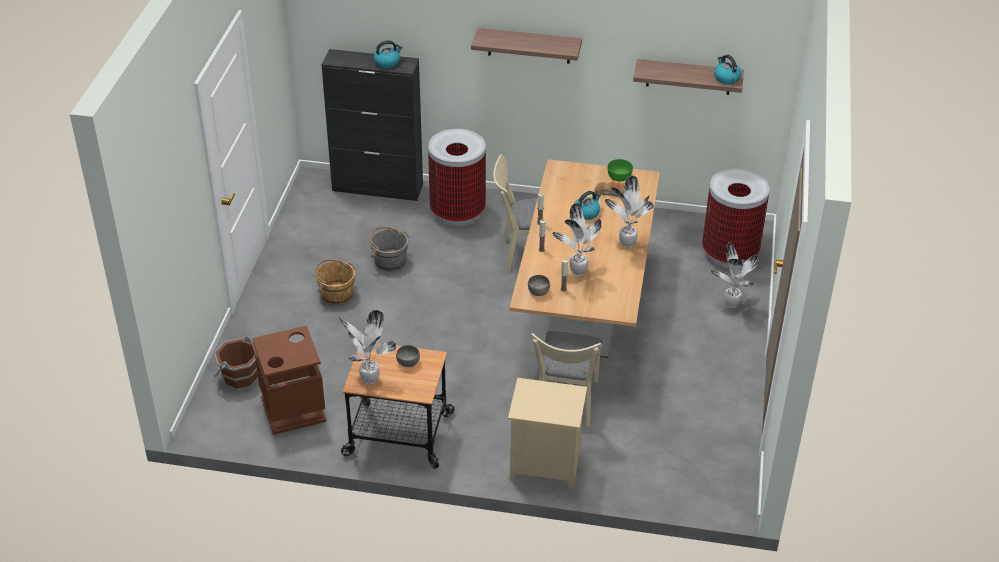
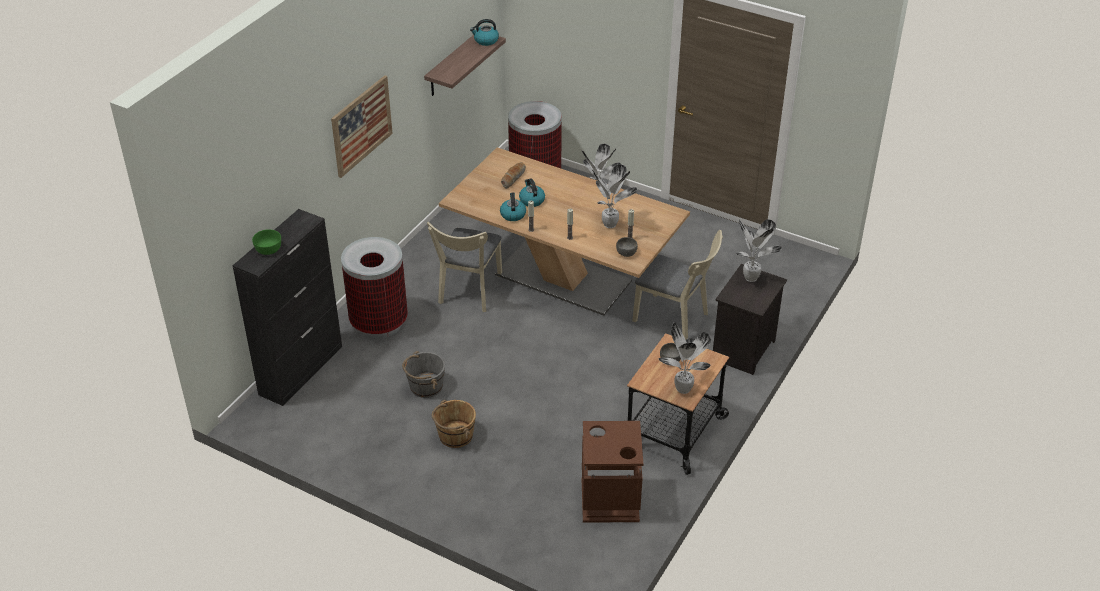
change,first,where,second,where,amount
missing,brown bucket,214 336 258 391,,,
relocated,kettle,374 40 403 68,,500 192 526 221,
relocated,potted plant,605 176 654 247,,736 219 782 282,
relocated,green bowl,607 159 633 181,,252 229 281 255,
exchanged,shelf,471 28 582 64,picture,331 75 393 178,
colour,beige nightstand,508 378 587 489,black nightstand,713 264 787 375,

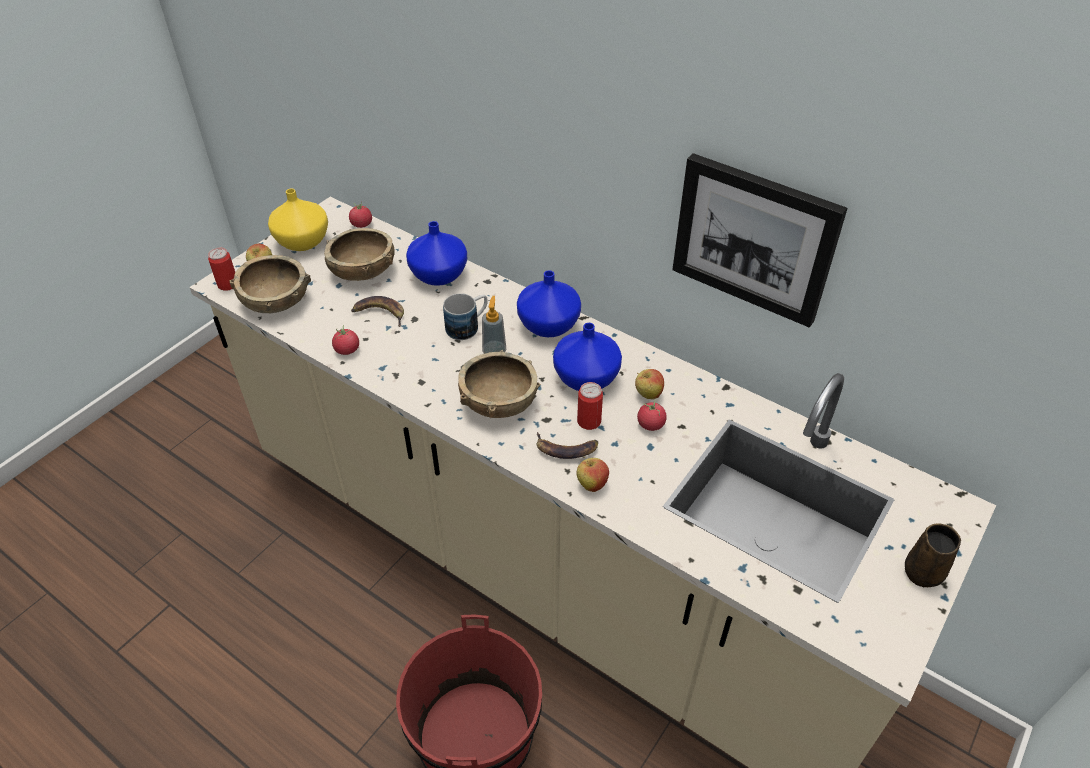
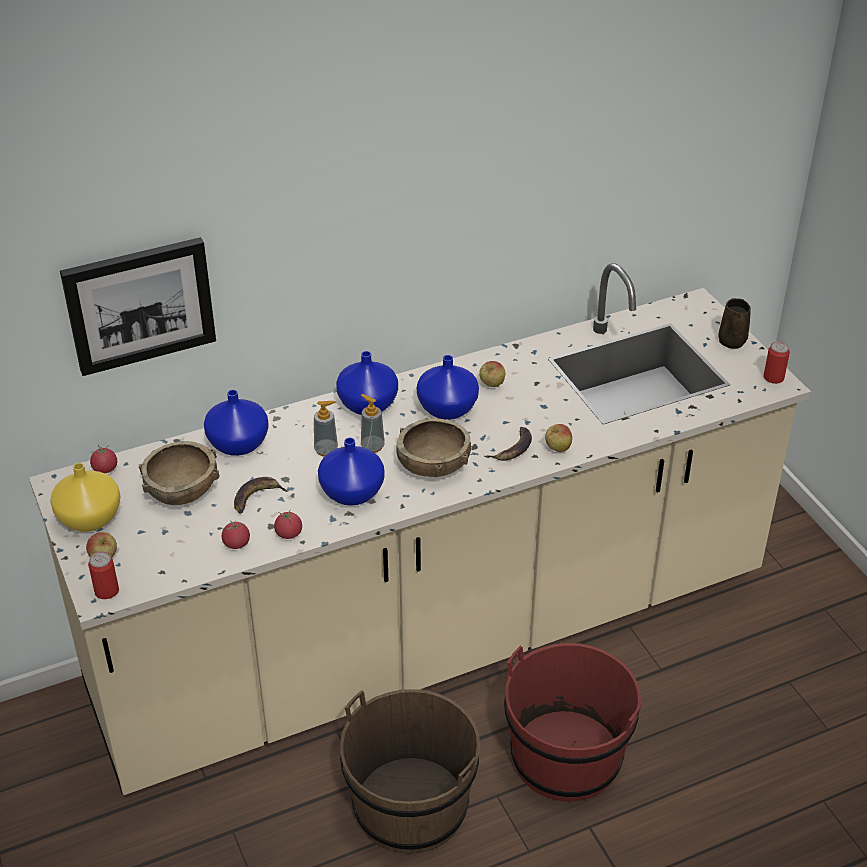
change,first,where,second,where,amount
missing,brown bowl,229 255 311 313,,,
appeared,,,blue vase,318 438 385 506,
appeared,,,brown bucket,340 689 480 854,
relocated,can,577 382 603 430,,764 341 790 384,
relocated,tomato,637 401 667 431,,222 520 250 549,
relocated,picture,672 153 848 328,,60 237 216 376,
exchanged,mug,443 293 488 340,soap dispenser,314 401 338 456,

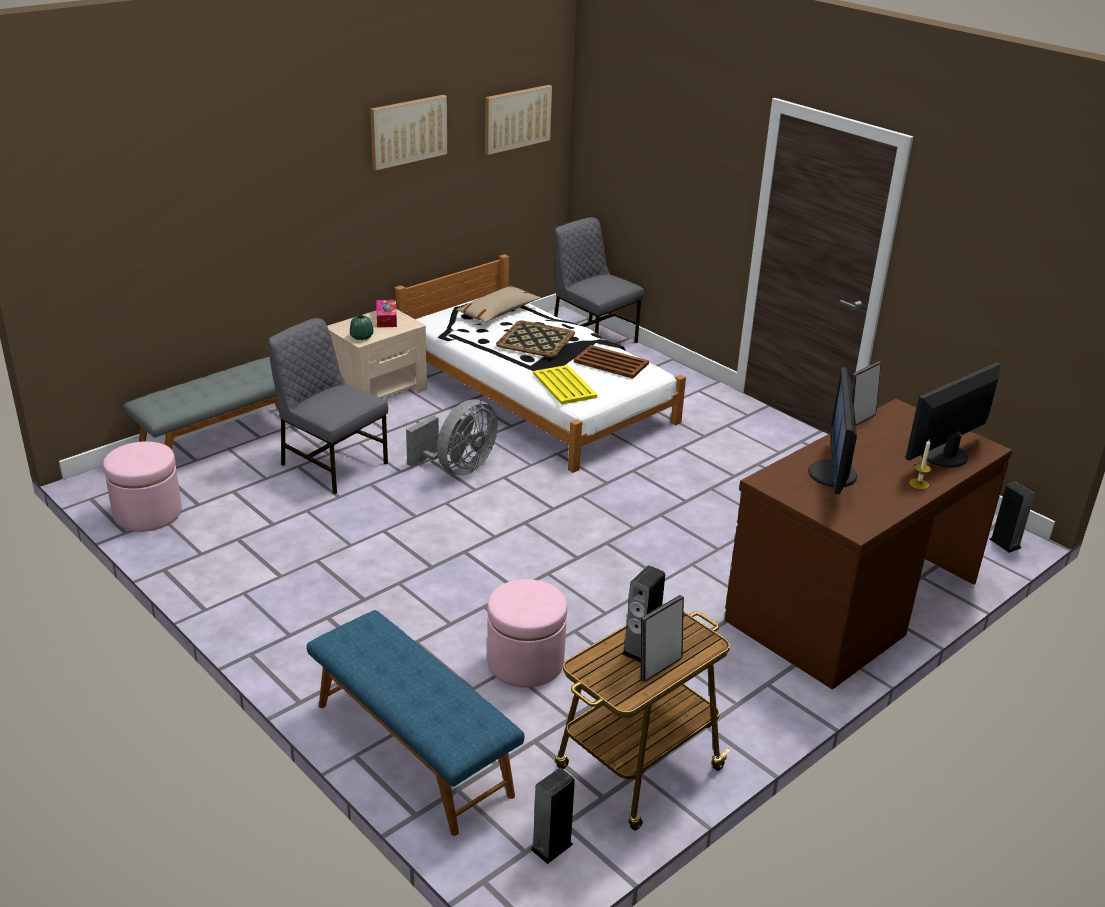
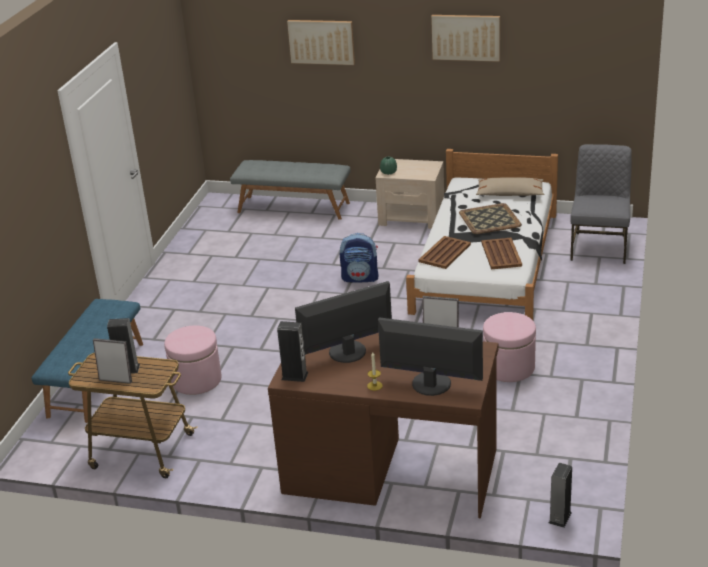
change,first,where,second,where,amount
missing,grey chair,268 318 388 494,,,
missing,tissue box,376 300 397 327,,,
relocated,pink ottoman,103 441 182 532,,483 312 536 382,
relocated,picture,485 85 552 155,,287 20 355 65,
relocated,speaker,530 768 575 864,,277 321 309 382,
exchanged,grey fan,406 399 498 475,backpack,340 233 378 282,
colour,yellow tray,533 365 597 405,brown tray,418 236 471 269,

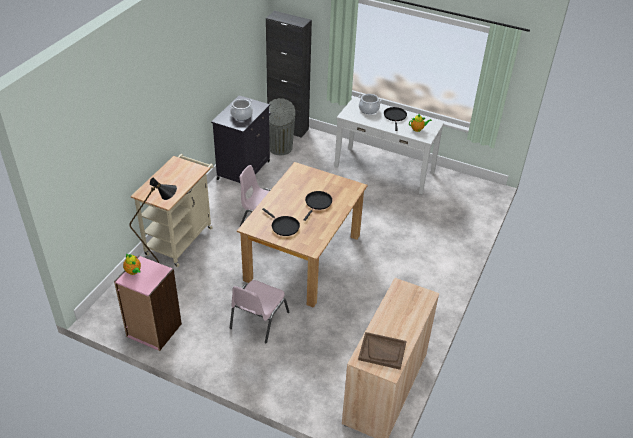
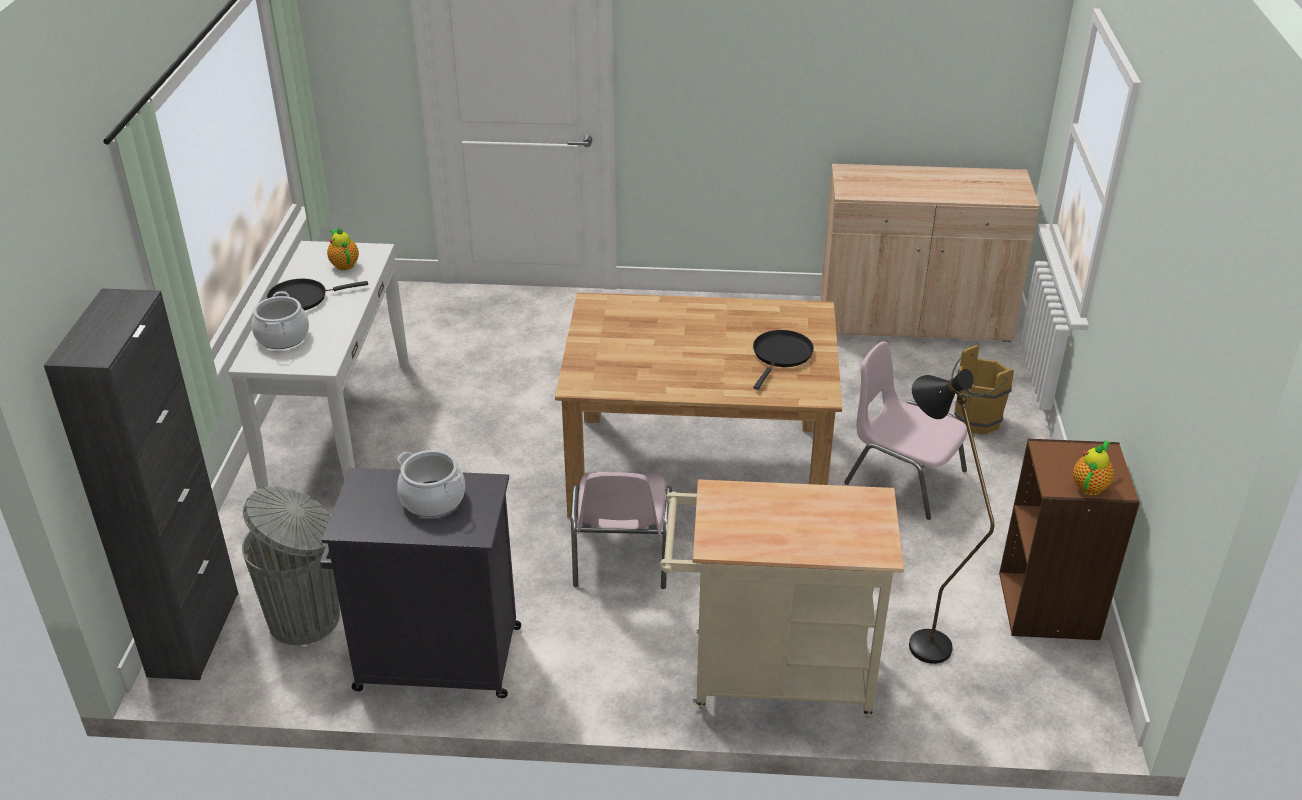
change,first,where,second,where,amount
missing,black frying pan,304 191 332 221,,,
missing,brown tray,358 332 406 370,,,
appeared,,,brown bucket,951 345 1014 435,
colour,pink bookcase,114 256 182 351,brown bookcase,999 439 1140 640,
spun,pink chair,230 280 289 343,,844 341 967 520,150 degrees counterclockwise

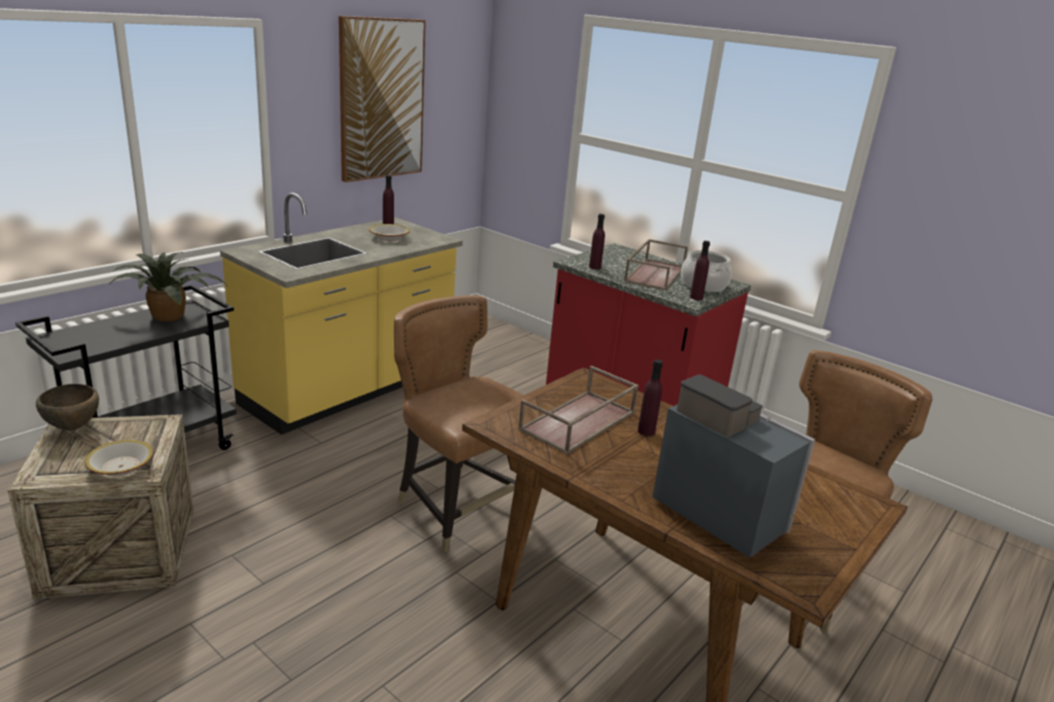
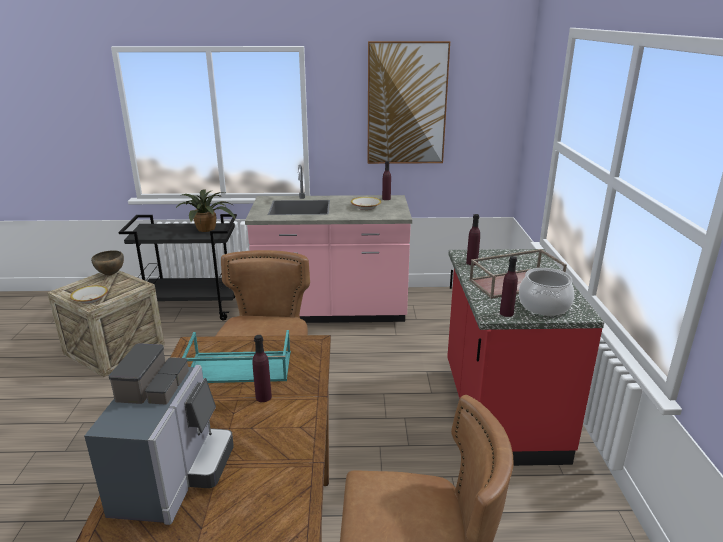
change,first,where,second,where,amount
colour,yellow counter,220 193 463 435,pink counter,245 165 412 323,
colour,brown tray,518 366 639 455,turquoise tray,182 330 291 383,

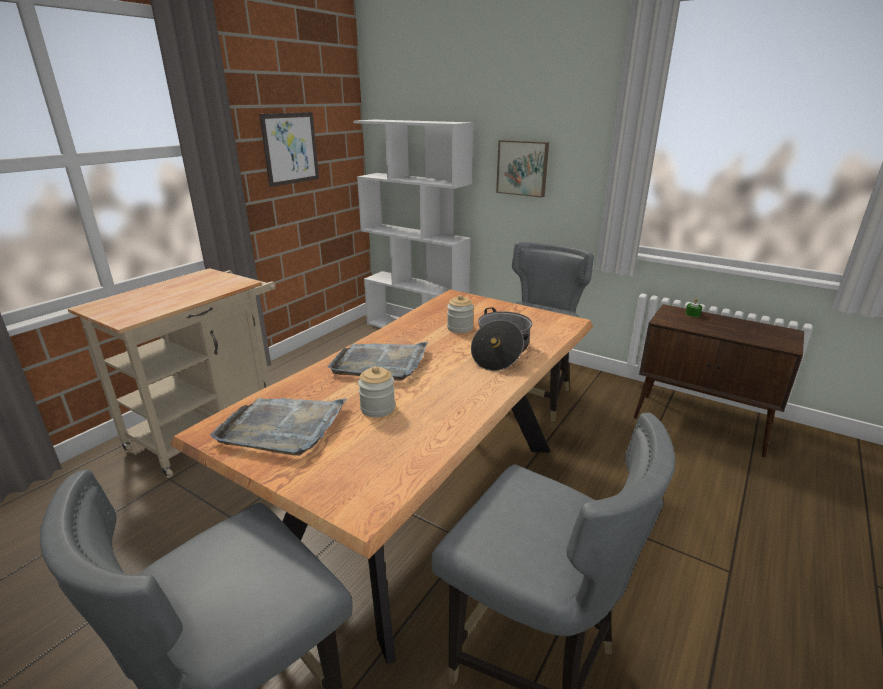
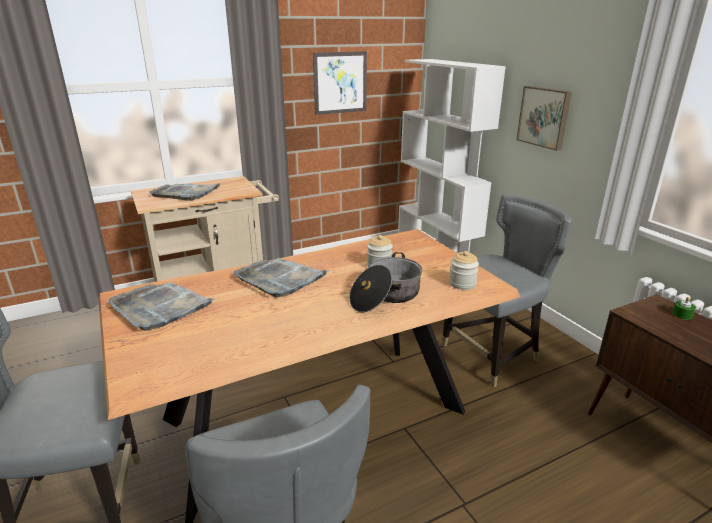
change,first,where,second,where,amount
appeared,,,grey tray,149 183 221 201,
relocated,jar,358 366 395 418,,449 251 479 290,

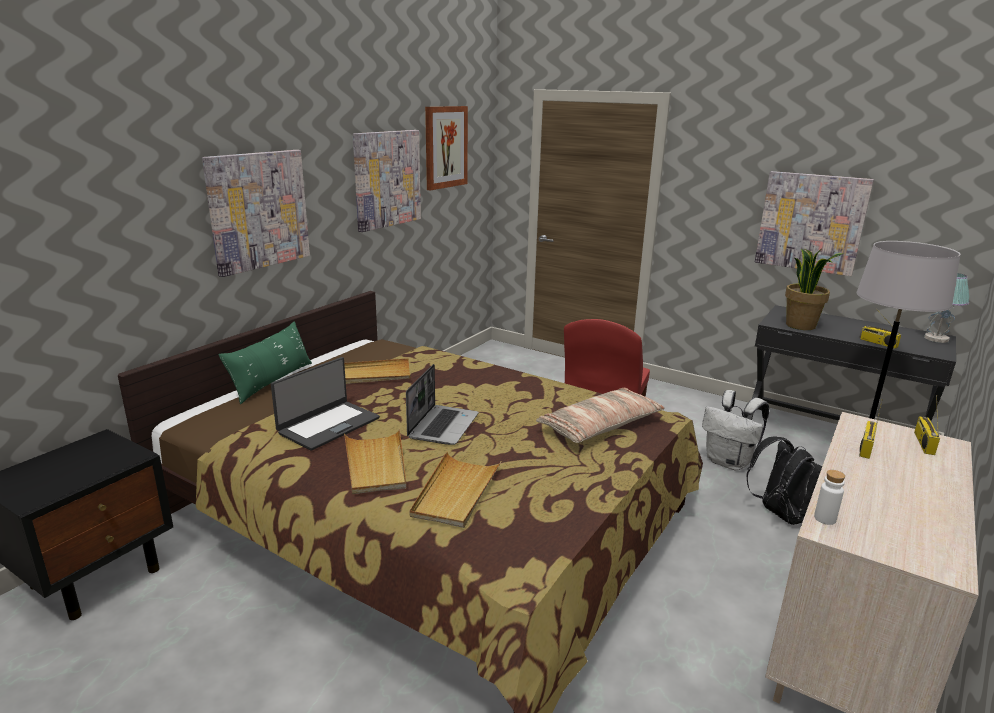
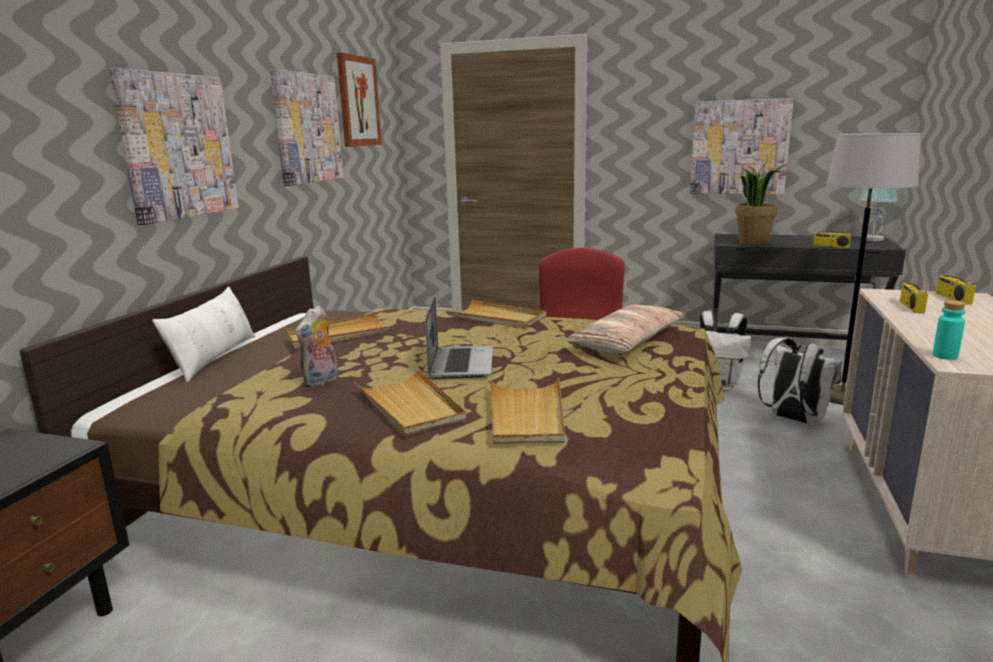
change,first,where,second,where,amount
appeared,,,beige tray,447 300 546 329,
exchanged,laptop,271 357 380 451,plush toy,295 305 338 387,
colour,green pillow,218 321 312 404,white pillow,152 287 255 382,
colour,black backpack,746 436 822 525,white backpack,757 338 842 424,
colour,white bottle,814 470 845 525,turquoise bottle,933 300 966 360,

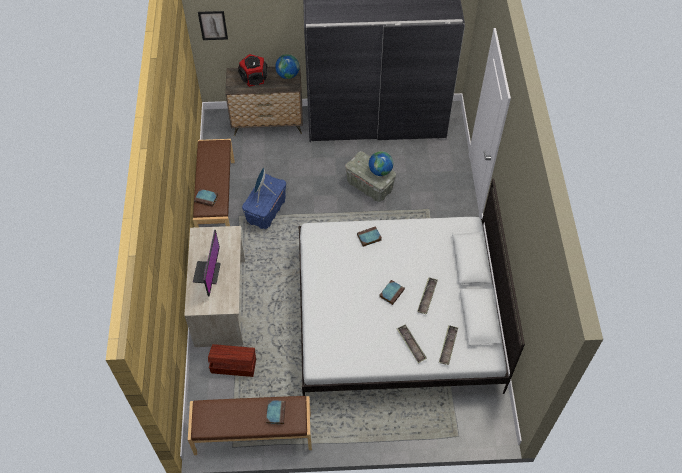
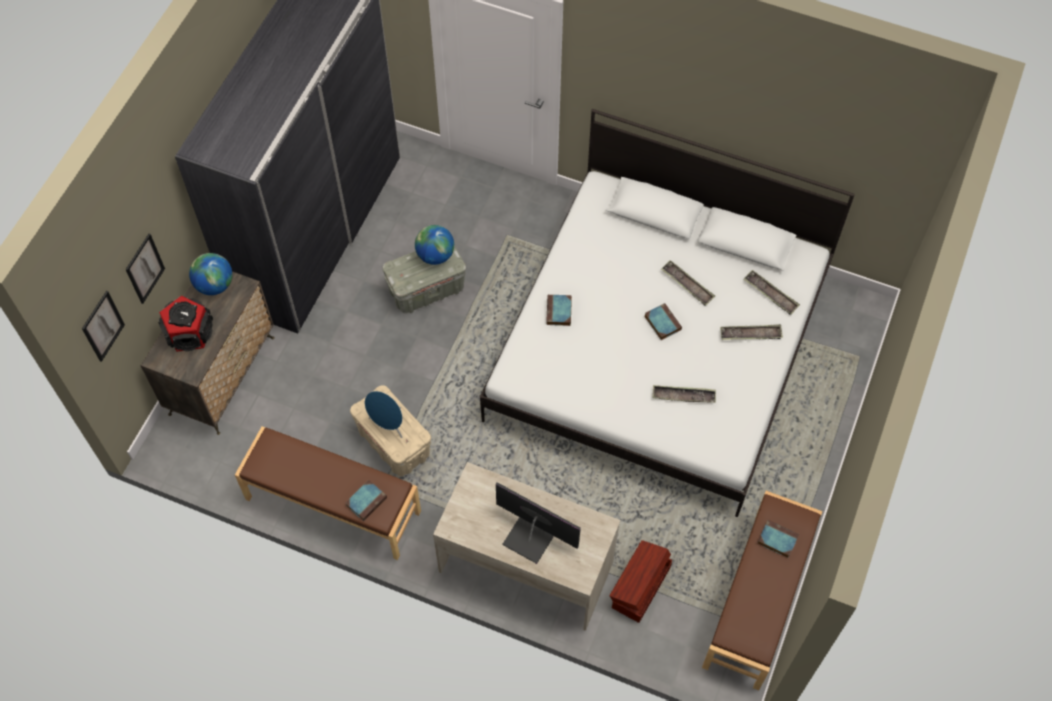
change,first,where,second,where,amount
appeared,,,picture,126 234 165 304,
appeared,,,tray,652 385 716 403,
colour,blue storage box,242 174 286 229,beige storage box,350 385 431 476,

